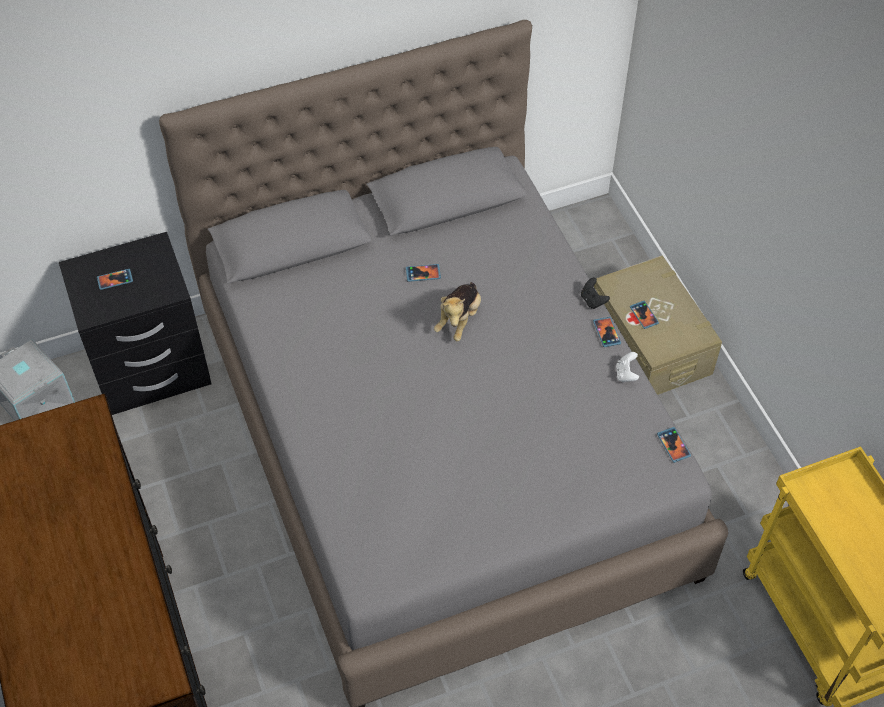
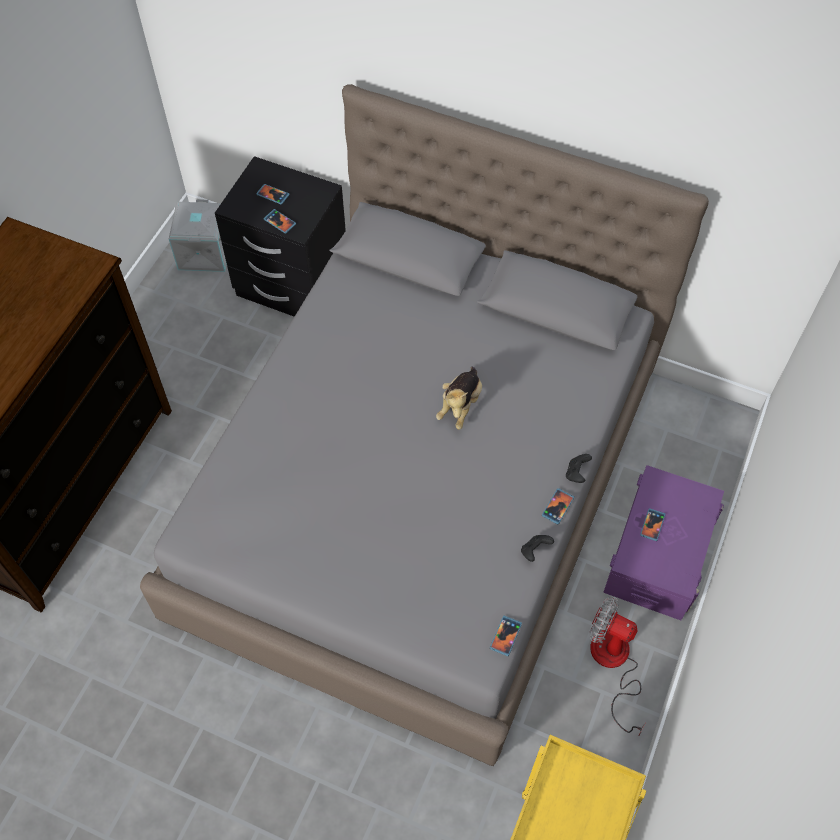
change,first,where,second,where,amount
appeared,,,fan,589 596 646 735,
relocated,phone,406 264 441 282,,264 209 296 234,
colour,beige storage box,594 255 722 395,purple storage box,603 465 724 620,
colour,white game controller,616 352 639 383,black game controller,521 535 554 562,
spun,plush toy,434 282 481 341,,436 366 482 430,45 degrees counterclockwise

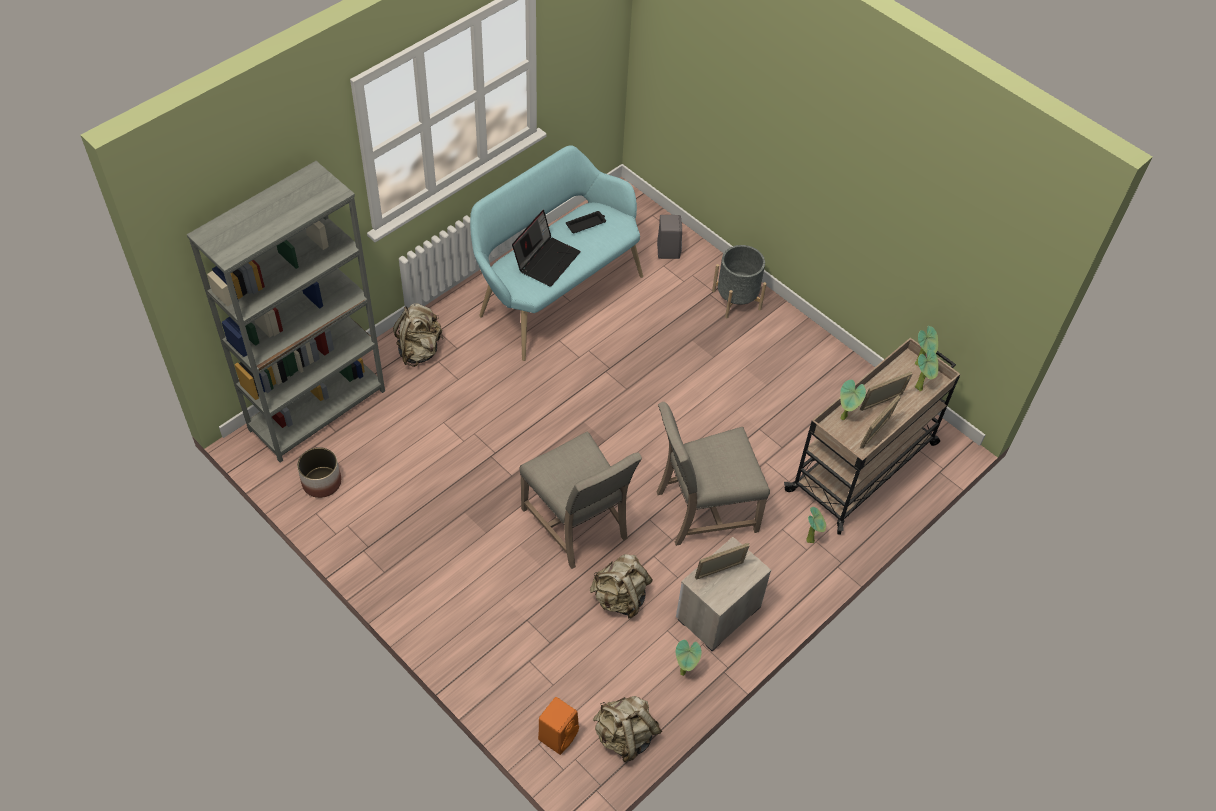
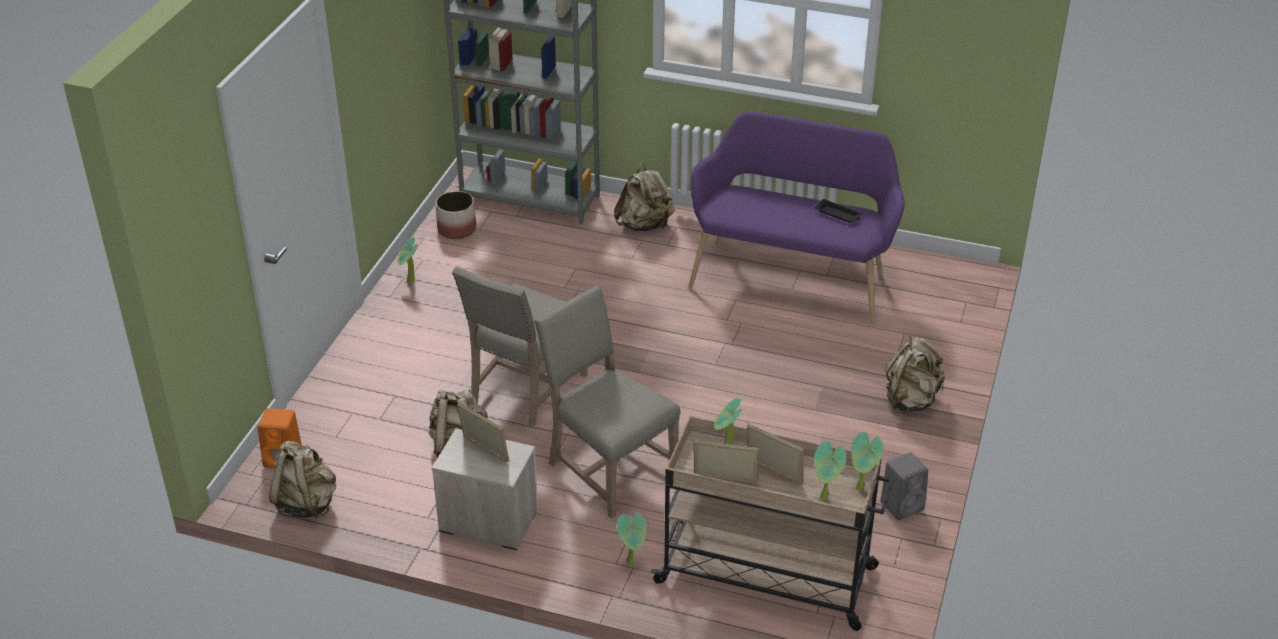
change,first,where,second,where,amount
missing,laptop,512 210 581 287,,,
relocated,grey speaker,657 215 682 259,,880 452 928 520,
relocated,potted plant,675 640 702 676,,398 238 417 282,
exchanged,grey planter,712 245 767 318,beige backpack,885 336 945 413,
colour,turquoise bench,470 145 643 361,purple bench,689 111 905 324,

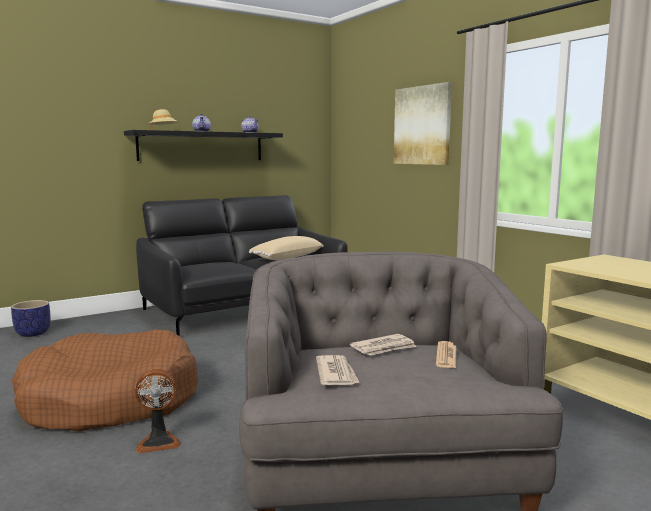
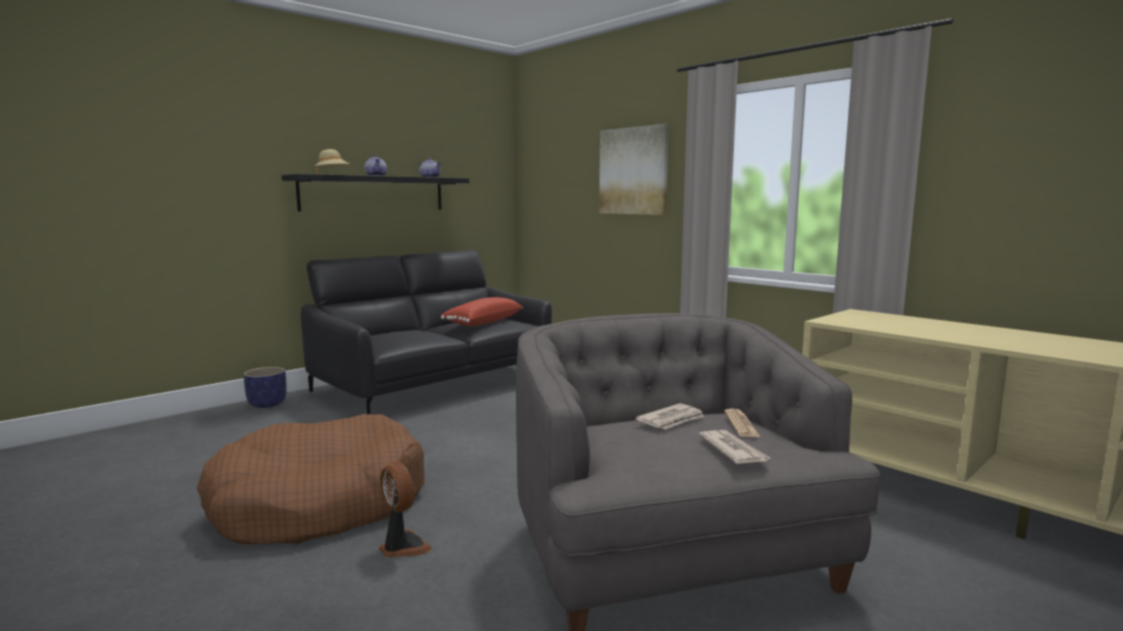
change,first,where,second,where,amount
relocated,planter,11 300 51 337,,244 367 287 408,
relocated,newspaper,316 355 360 385,,698 430 772 464,
colour,beige pillow,249 236 324 260,red pillow,441 297 523 326,
spun,fan,135 369 181 453,,379 462 432 558,105 degrees counterclockwise

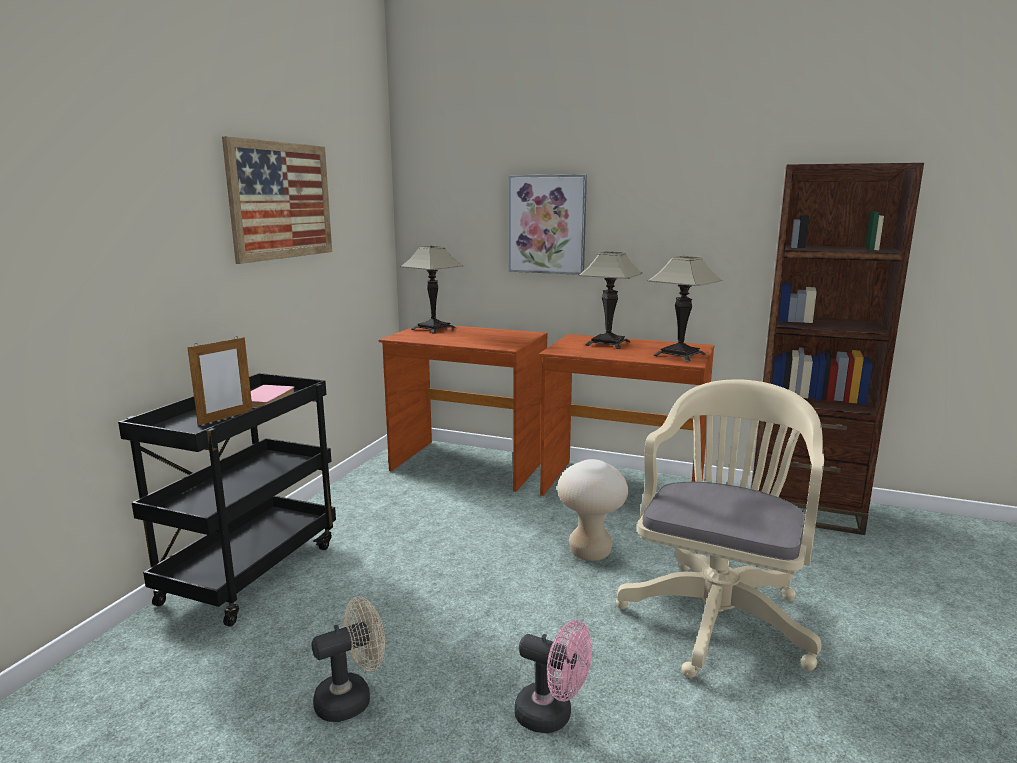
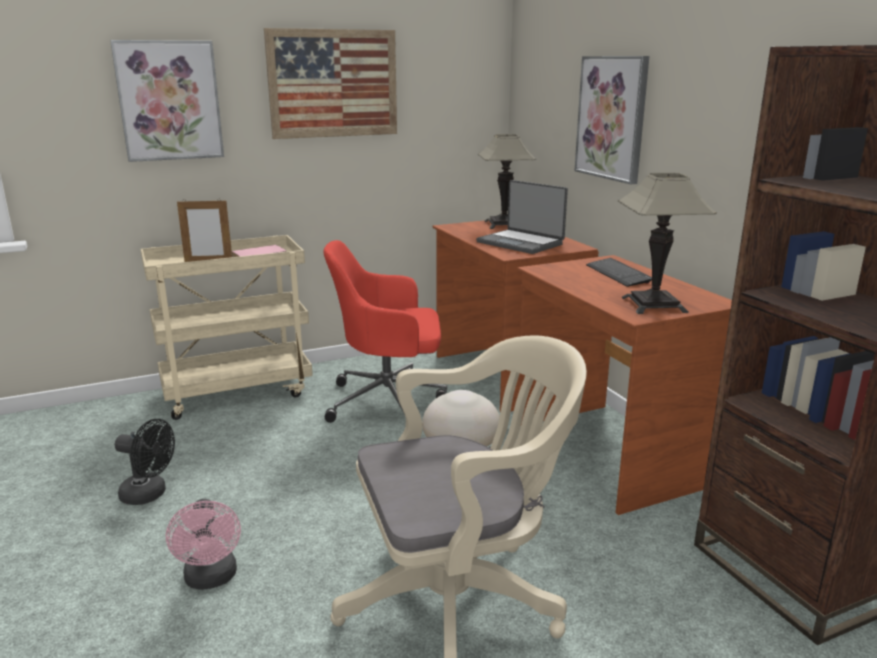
change,first,where,second,where,amount
appeared,,,picture,110 40 224 162,
appeared,,,red office chair,323 240 447 423,
appeared,,,laptop,476 180 568 254,
exchanged,table lamp,578 251 643 349,keyboard,586 258 652 287,
colour,black cart,118 373 336 627,beige cart,141 235 313 420,
colour,beige fan,312 596 385 722,black fan,115 419 175 505,

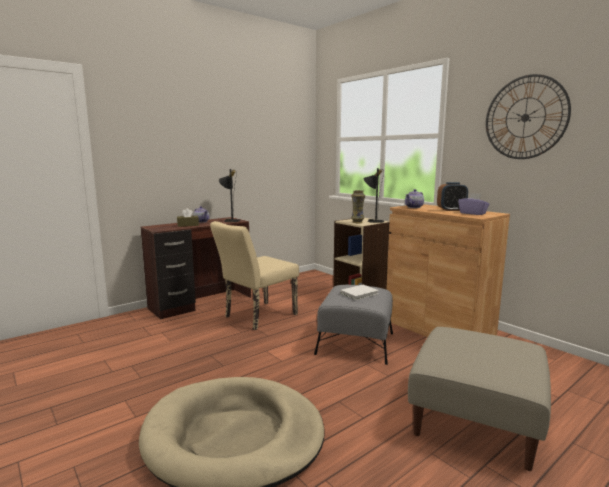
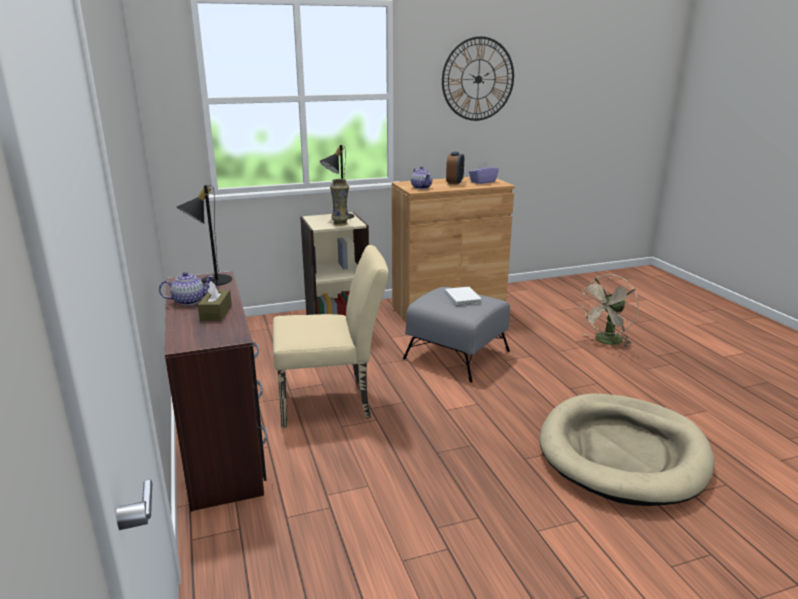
change,first,where,second,where,amount
exchanged,beige ottoman,408 327 551 471,beige fan,578 274 639 348,
spun,beige chair,210 221 299 330,,273 245 389 428,75 degrees counterclockwise

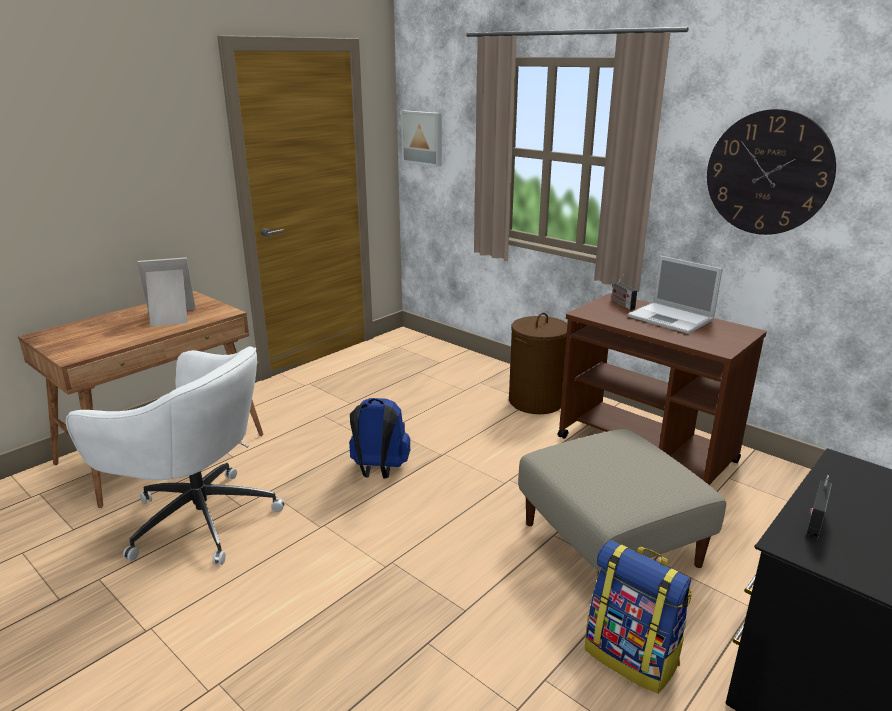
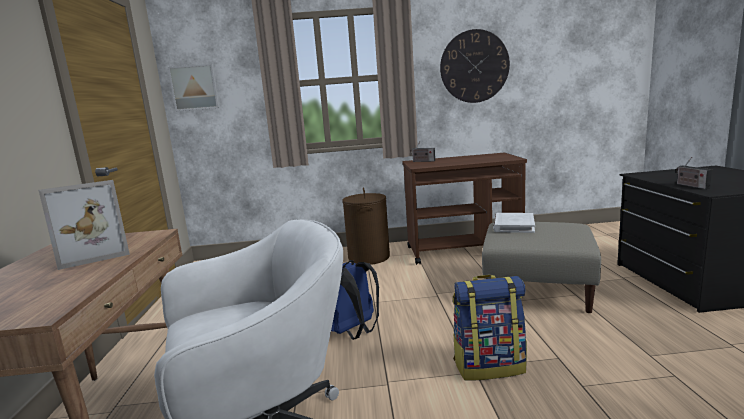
change,first,where,second,where,amount
missing,laptop,628 256 723 334,,,
appeared,,,white book,493 213 535 233,
relocated,backpack,585 540 692 693,,453 275 527 381,
spun,picture frame,137 257 196 327,,38 180 130 270,150 degrees counterclockwise

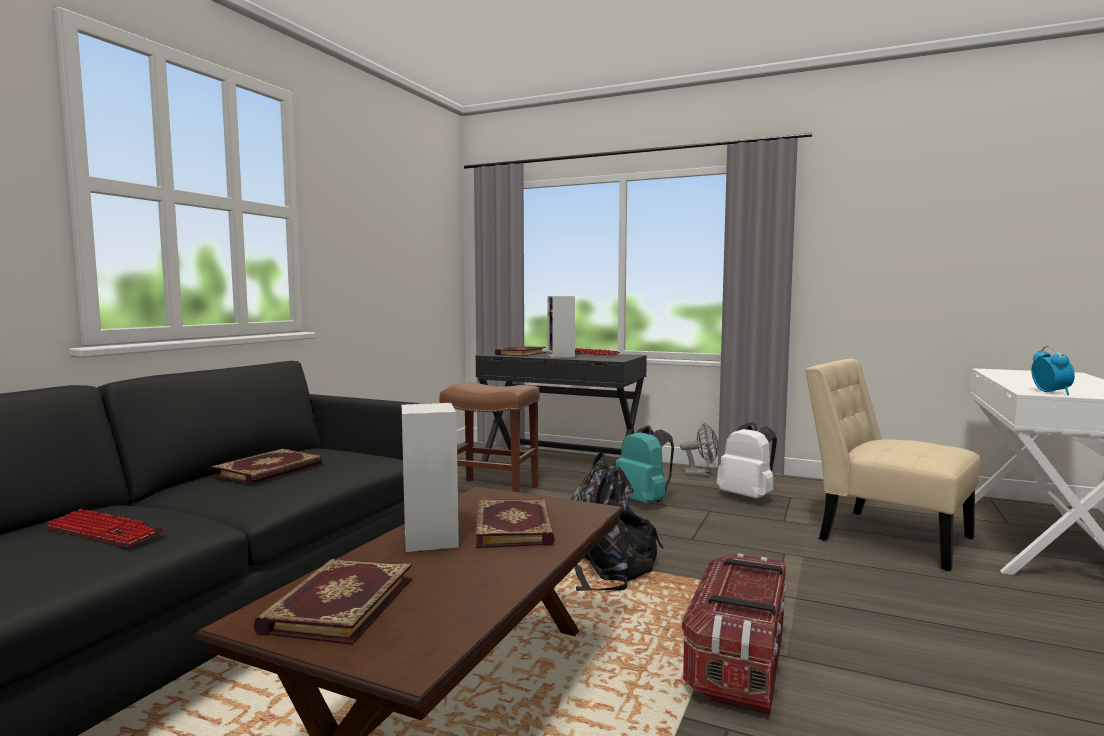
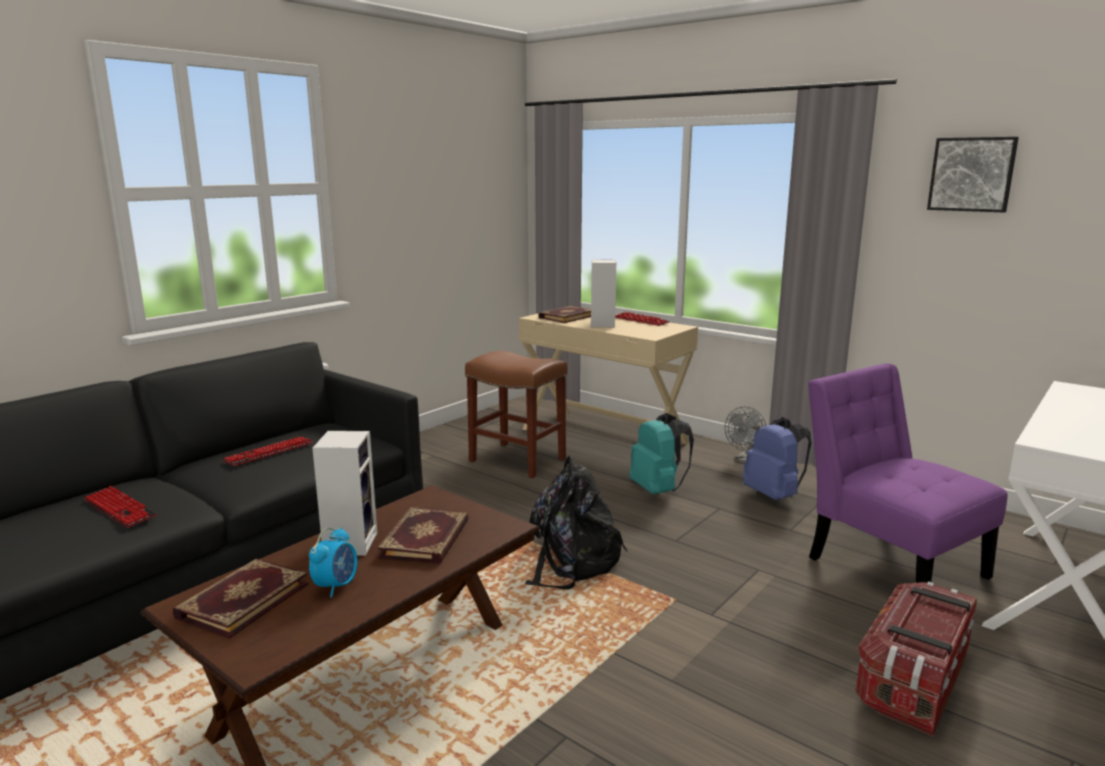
change,first,where,second,where,amount
appeared,,,picture,927 137 1019 212,
relocated,storage box,682 553 787 715,,856 581 977 737,
relocated,alarm clock,1031 345 1075 395,,309 527 358 598,
exchanged,book,211 449 322 485,keyboard,223 436 313 466,
colour,black desk,475 351 647 462,beige desk,519 313 698 444,
colour,white backpack,717 422 777 499,blue backpack,743 417 811 500,
colour,beige chair,805 359 980 571,purple chair,808 363 1008 583,
spun,grey fan,680 423 718 477,,725 407 767 463,105 degrees clockwise

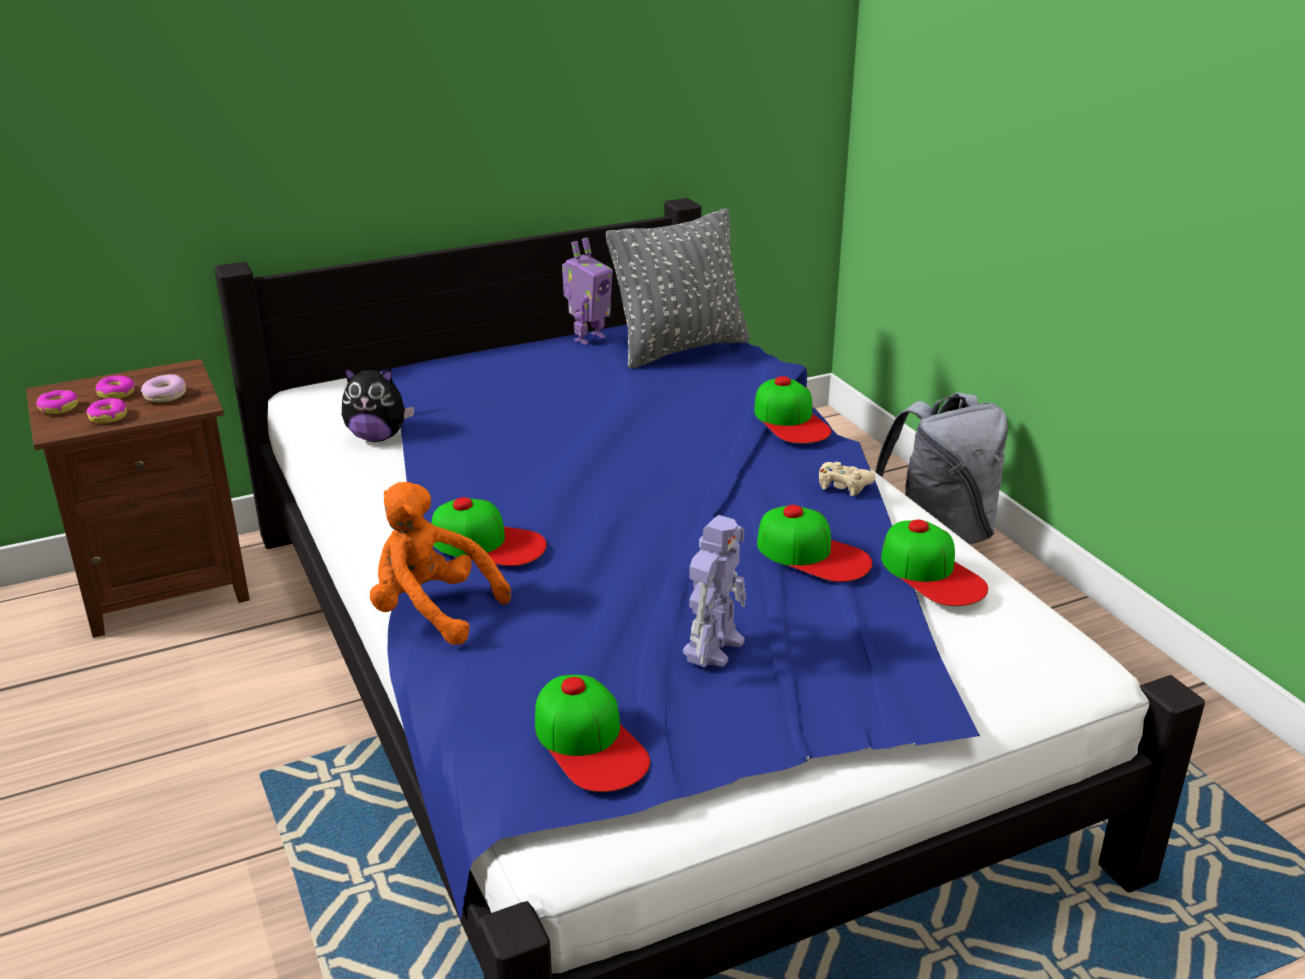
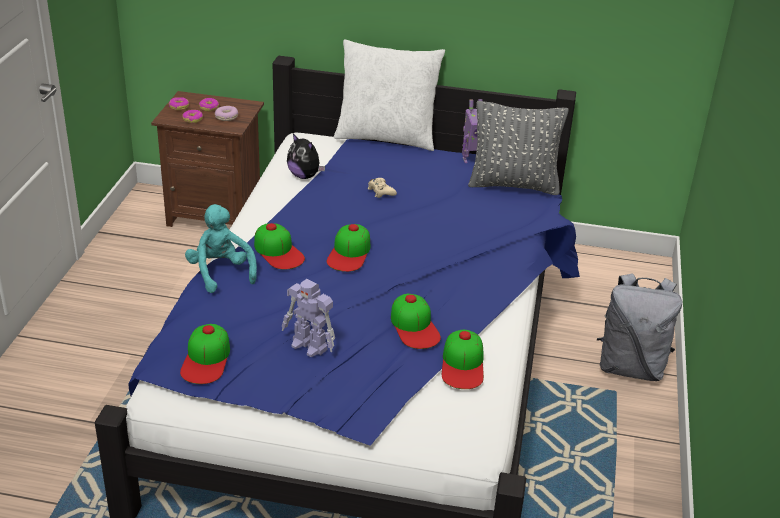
change,first,where,second,where,amount
appeared,,,white pillow,334 40 445 151,
relocated,cap,754 376 832 444,,327 224 370 272,
relocated,beige game controller,819 462 876 496,,368 178 397 198,
colour,orange plush toy,370 482 511 645,turquoise plush toy,185 204 257 293,
spun,toy robot,683 515 746 667,,282 279 335 357,60 degrees clockwise

